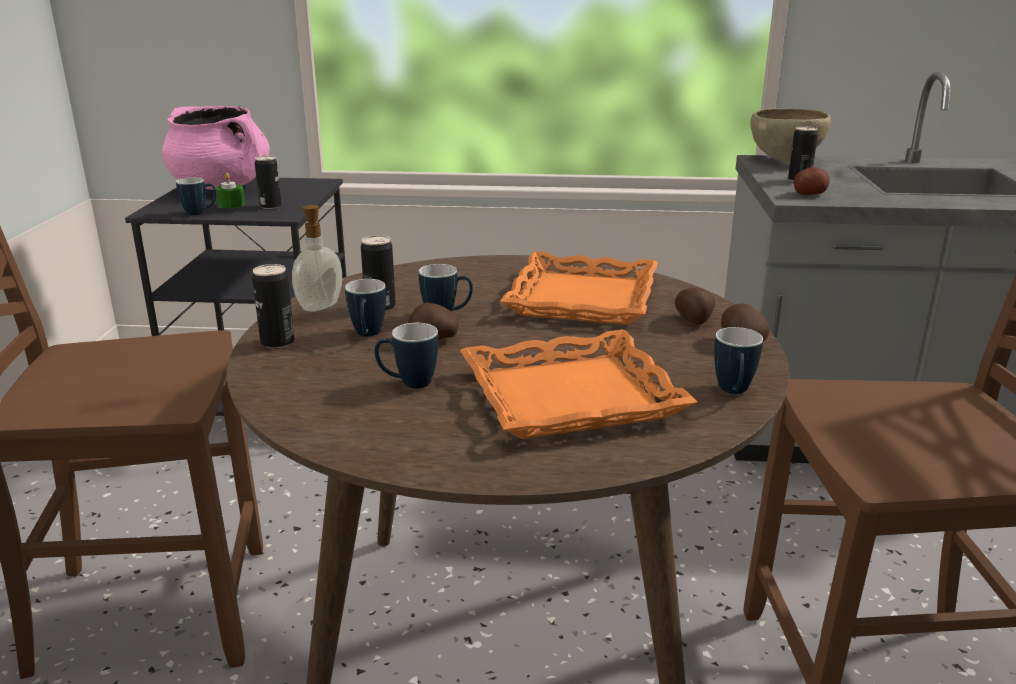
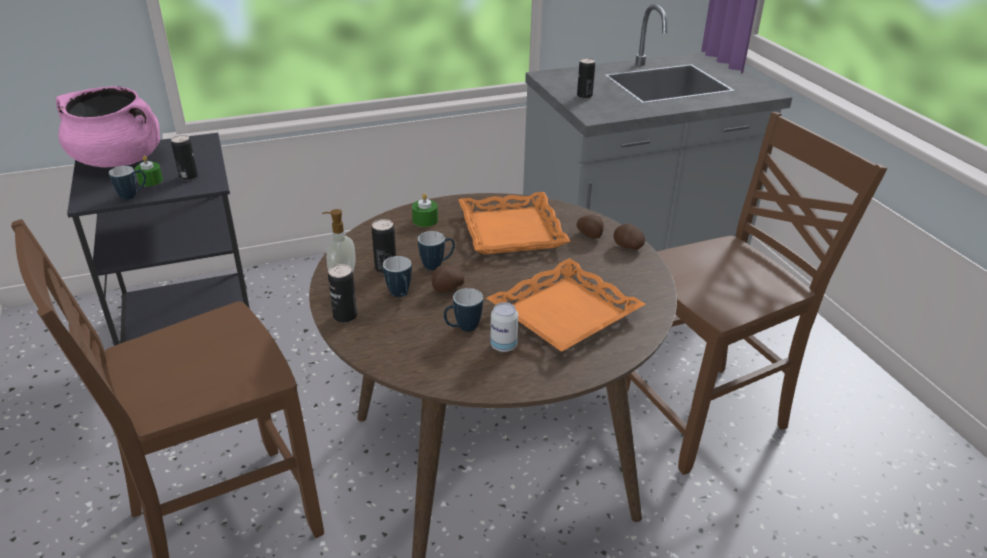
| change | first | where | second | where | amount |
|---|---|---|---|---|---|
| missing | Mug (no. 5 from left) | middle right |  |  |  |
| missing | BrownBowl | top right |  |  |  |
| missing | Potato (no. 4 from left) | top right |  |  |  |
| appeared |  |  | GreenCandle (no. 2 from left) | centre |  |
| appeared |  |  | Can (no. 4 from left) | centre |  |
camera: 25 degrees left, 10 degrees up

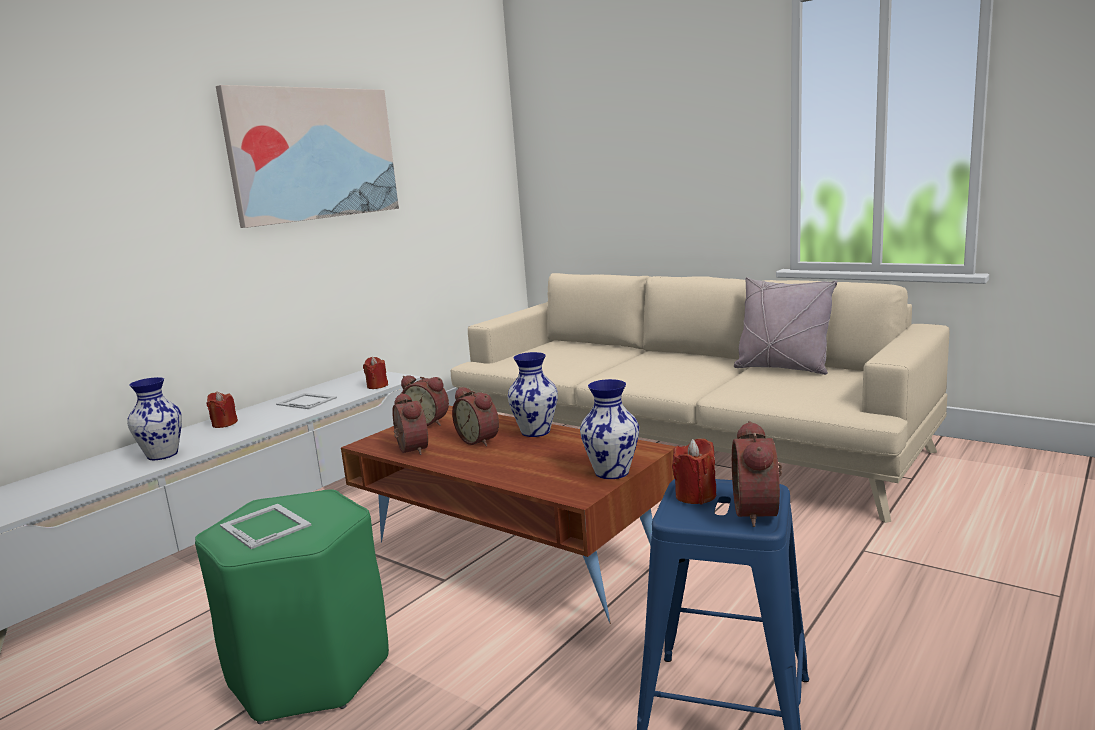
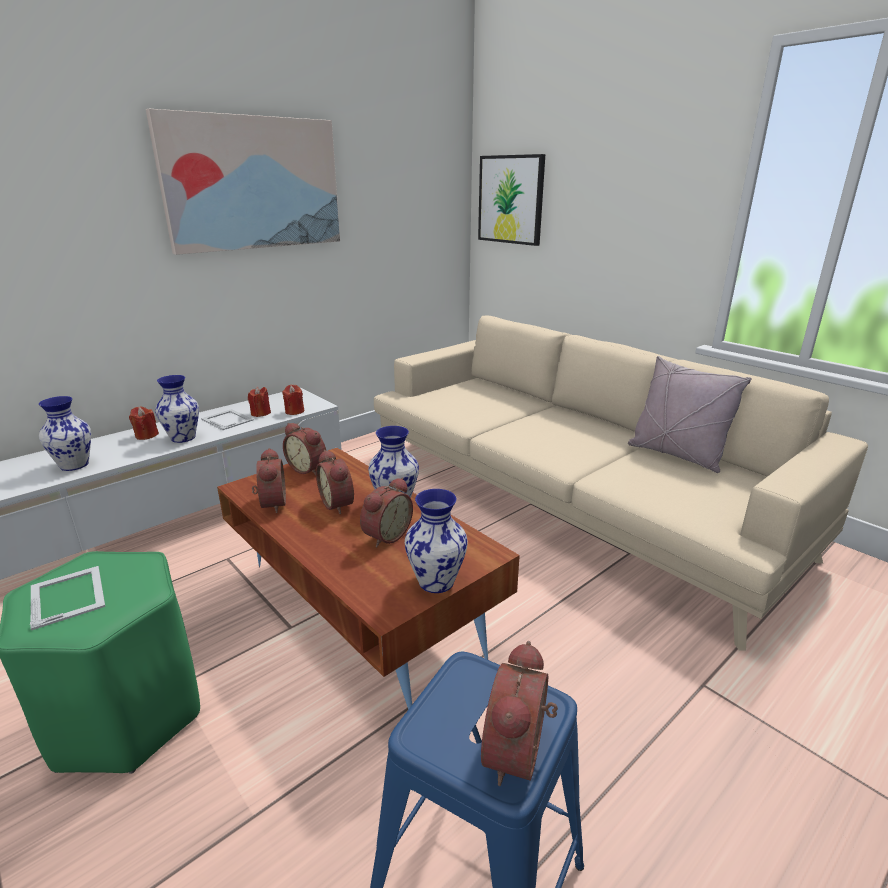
| change | first | where | second | where | amount |
|---|---|---|---|---|---|
| appeared |  |  | Vase (no. 2 from left) | middle left |  |
| appeared |  |  | AlarmClock (no. 4 from left) | centre |  |
| appeared |  |  | Picture (no. 2 from left) | top centre |  |
| relocated | RedCandle (no. 3 from left in the first image) | centre | RedCandle (no. 2 from left) | middle left |  |
camera: 10 degrees right, 10 degrees up

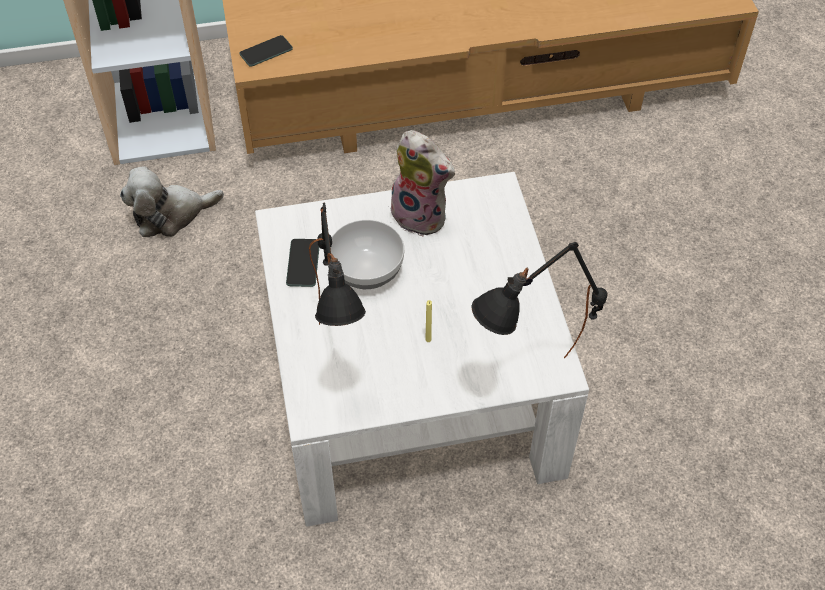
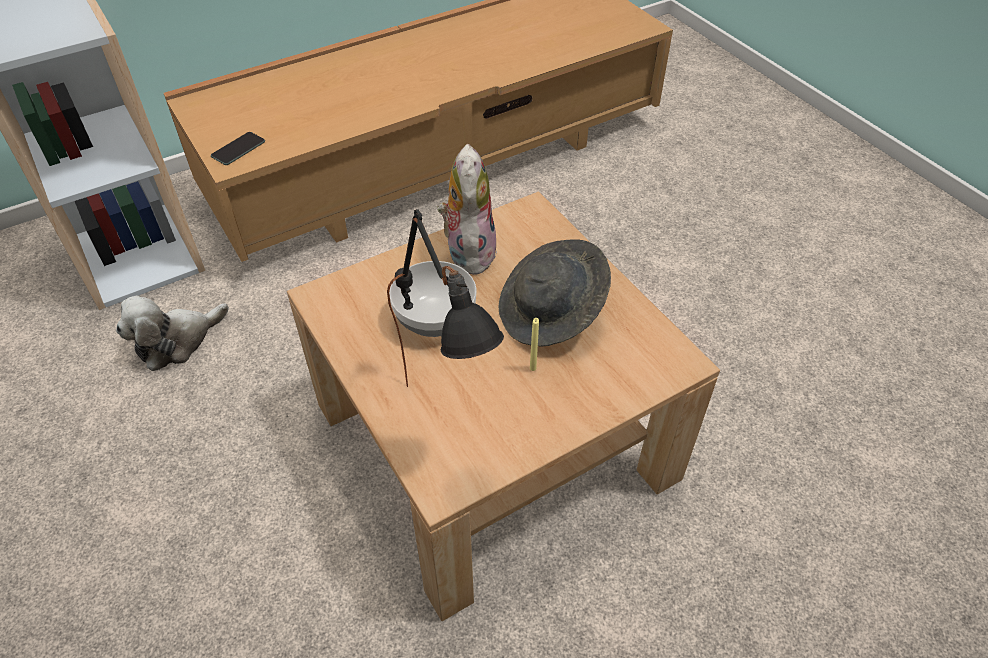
| change | first | where | second | where | amount |
|---|---|---|---|---|---|
| missing | Phone (no. 2 from left) | centre |  |  |  |
| missing | BlackTableLamp (no. 2 from left) | centre |  |  |  |
| appeared |  |  | GreyHat | centre |  |
| colour | WhiteCoffeeTable | centre | BrownCoffeeTable | centre |  |
| spun | PlushToy (no. 2 from left) | top centre |  | top centre | 105 degrees counterclockwise |
camera: 20 degrees left, 5 degrees down

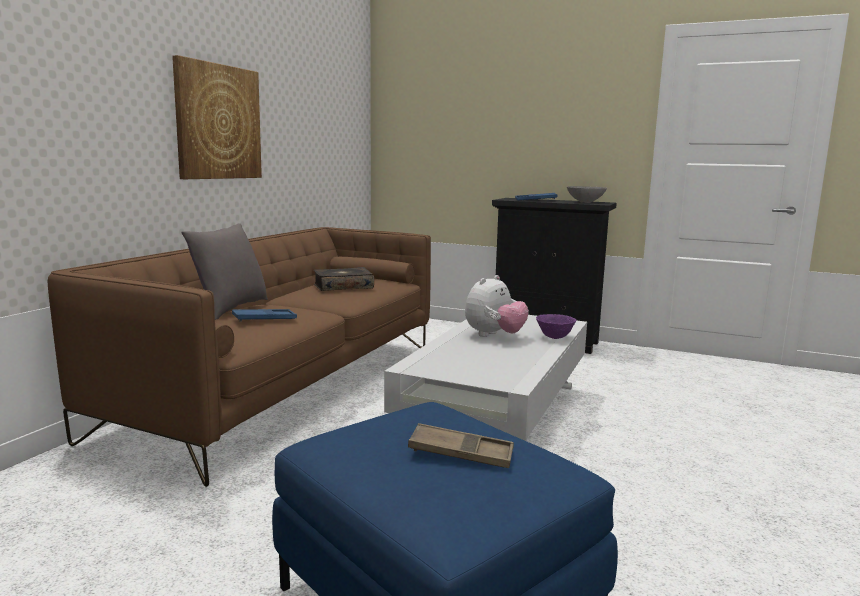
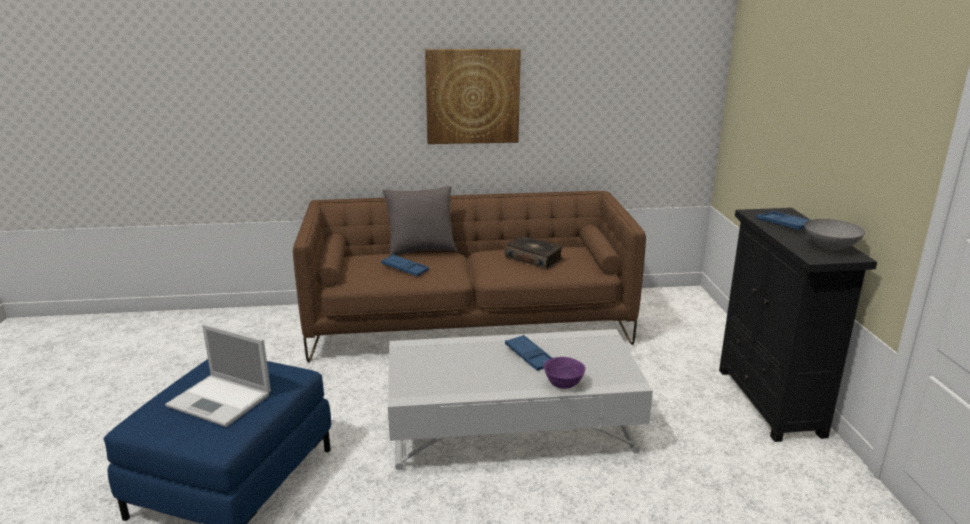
| change | first | where | second | where | amount |
|---|---|---|---|---|---|
| exchanged | BrownTray | bottom centre | Laptop | bottom left |  |
| exchanged | PlushToy | centre | BlueTray (no. 2 from left) | bottom centre |  |
camera: 60 degrees right, 10 degrees up

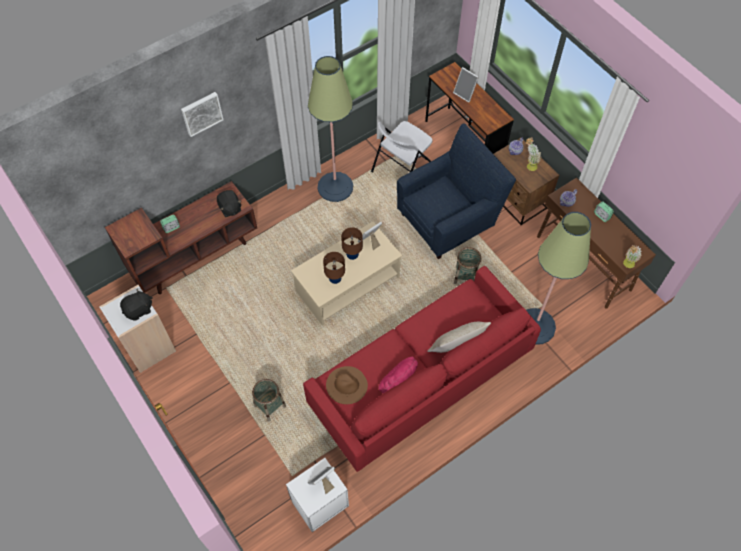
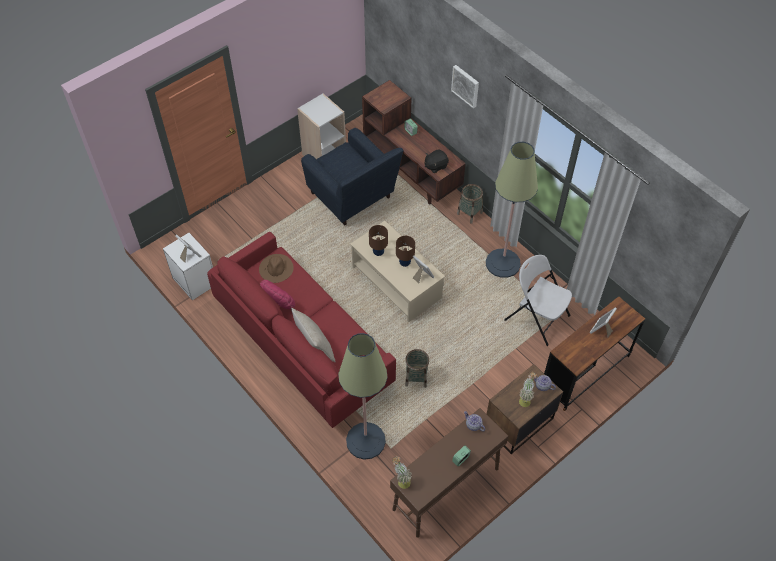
| change | first | where | second | where | amount |
|---|---|---|---|---|---|
| missing | BlackPlushToy (no. 1 from left) | middle left |  |  |  |
| relocated | Basket (no. 1 from left in the first image) | bottom centre | Basket (no. 2 from left) | centre |  |
| relocated | BlueArmchair | centre |  | top centre |  |
camera: 85 degrees right, 5 degrees down

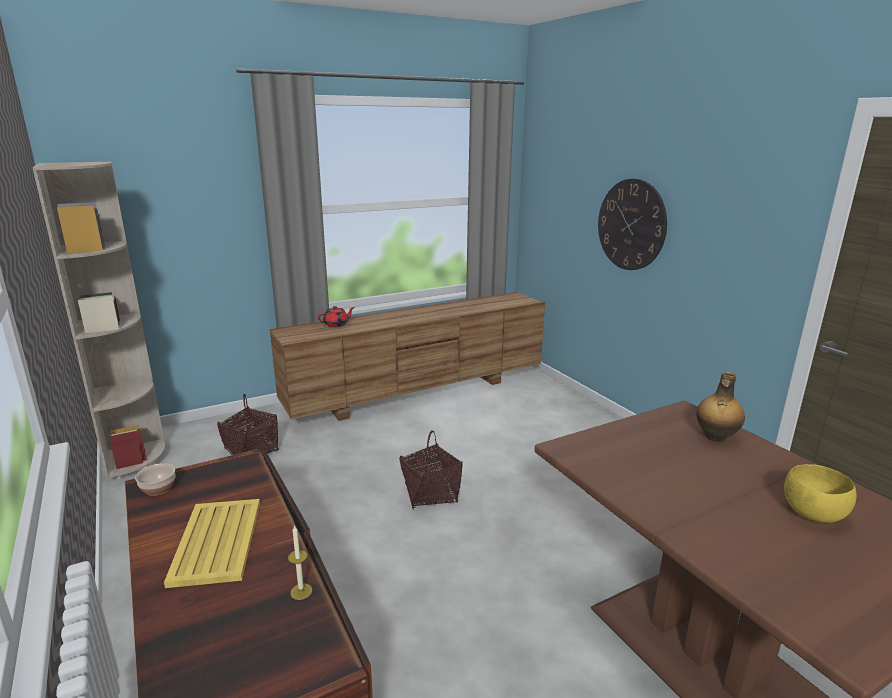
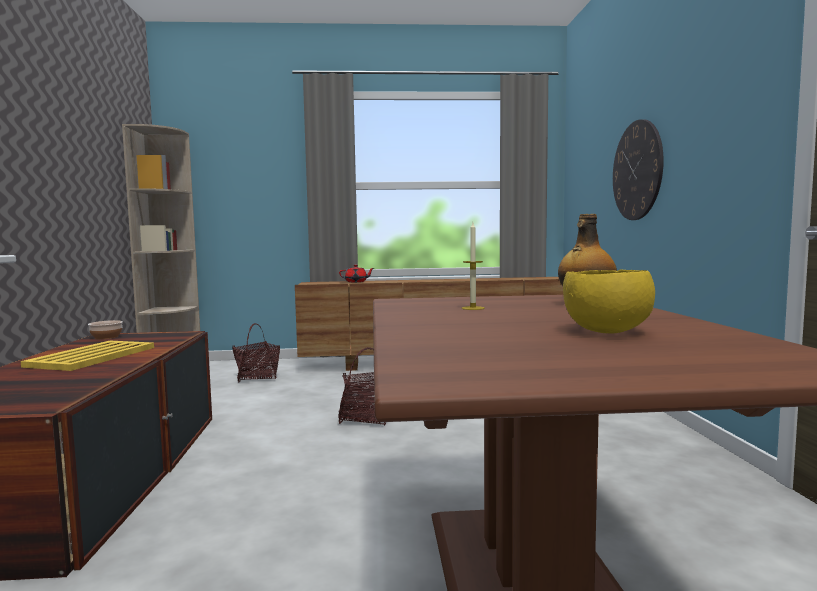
| change | first | where | second | where | amount |
|---|---|---|---|---|---|
| relocated | Candle | bottom centre |  | centre |  |
camera: 25 degrees right, 15 degrees down

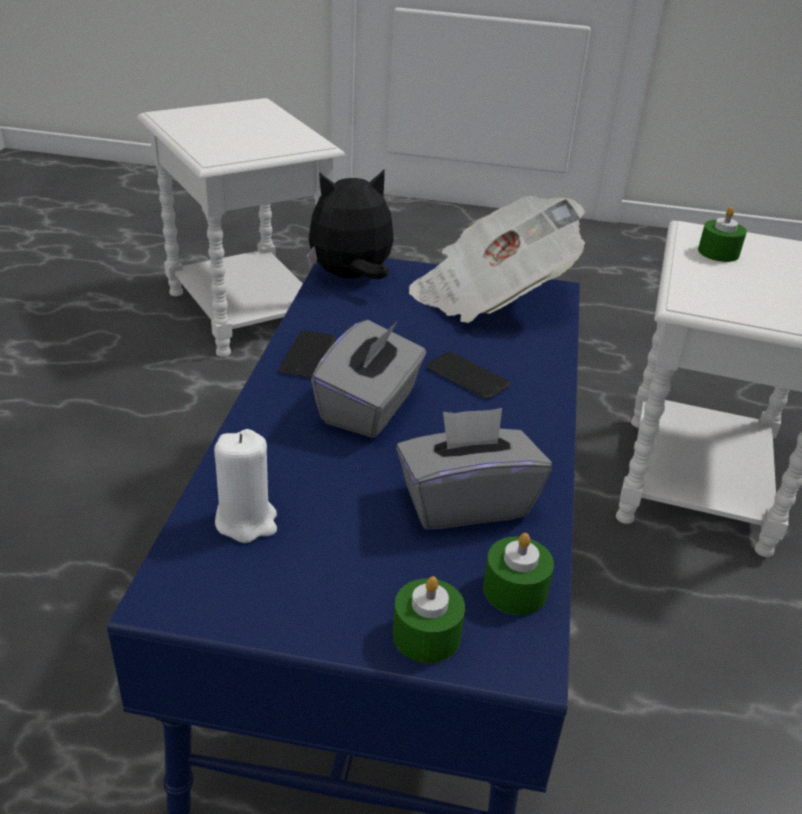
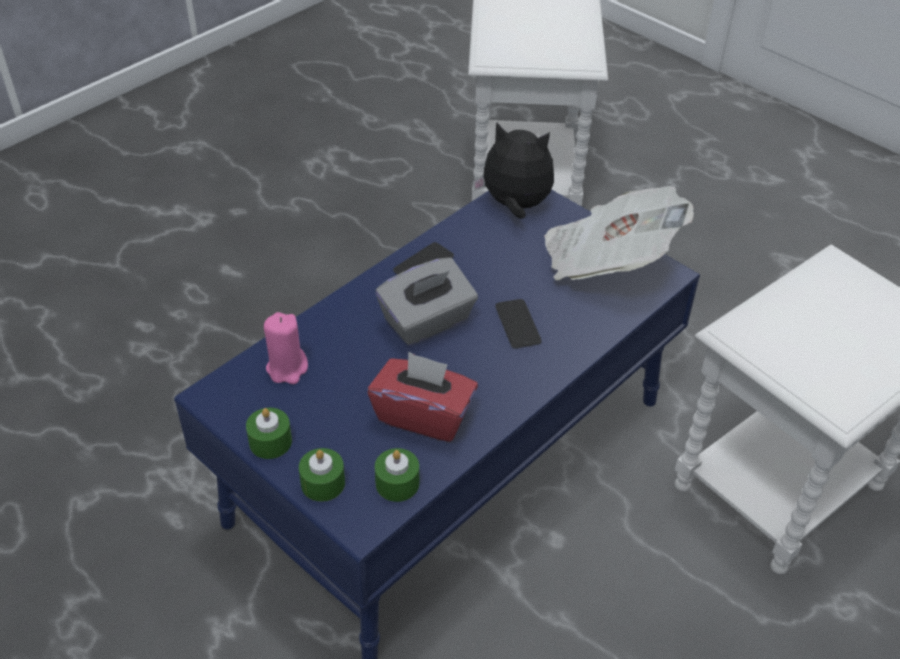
| change | first | where | second | where | amount |
|---|---|---|---|---|---|
| relocated | GreenCandle (no. 3 from left in the first image) | top right | GreenCandle (no. 1 from left) | middle left |  |
| colour | WhiteCandle | middle left | PinkCandle | middle left |  |
| colour | GreyTissueBox (no. 2 from left) | centre | RedTissueBox | centre |  |
camera: 35 degrees right, 10 degrees up

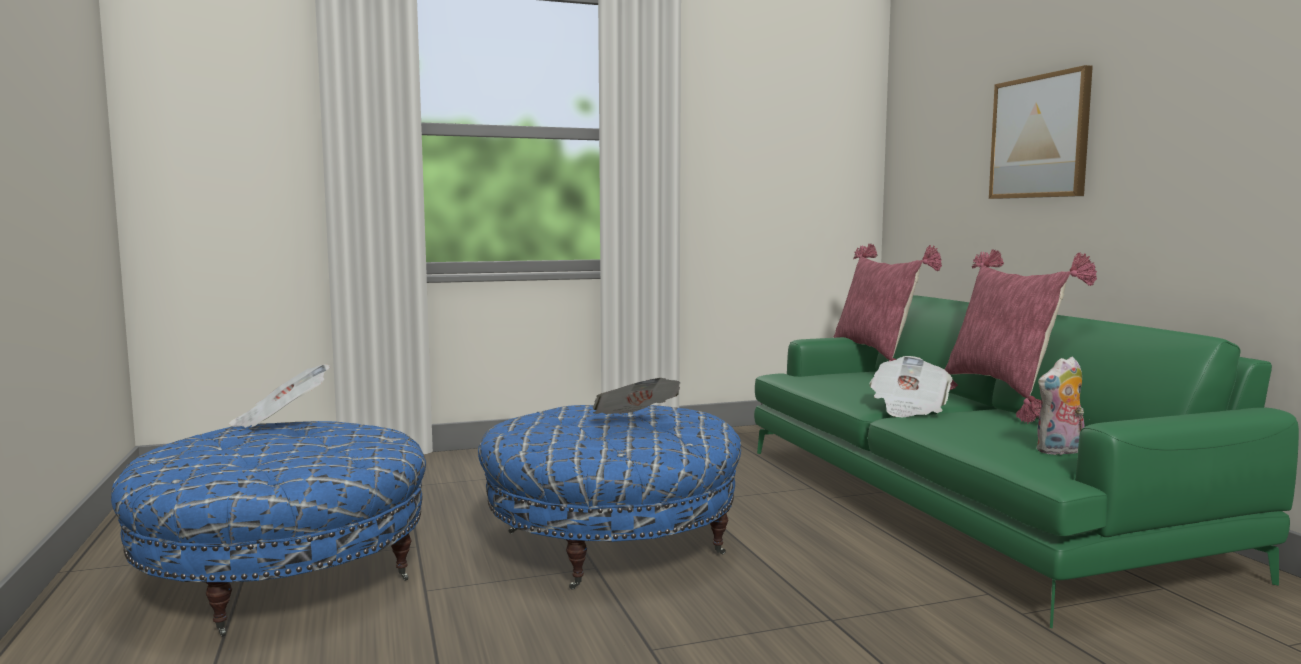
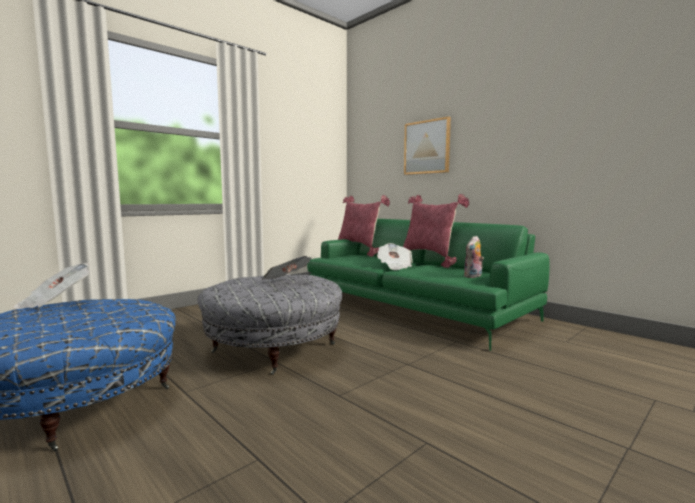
| change | first | where | second | where | amount |
|---|---|---|---|---|---|
| colour | BlueOttoman (no. 2 from left) | bottom centre | GreyOttoman | centre |  |
camera: 25 degrees left, 0 degrees up

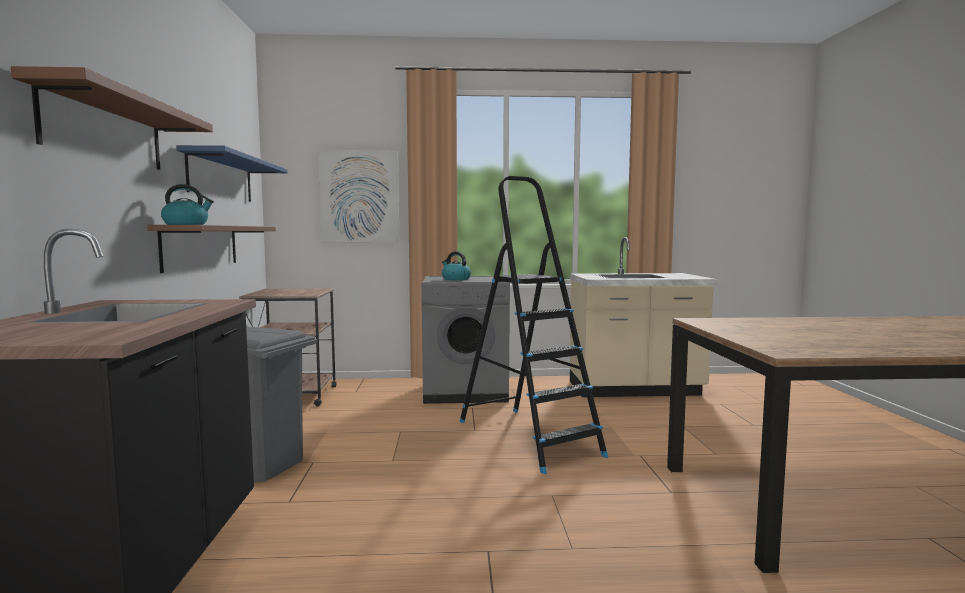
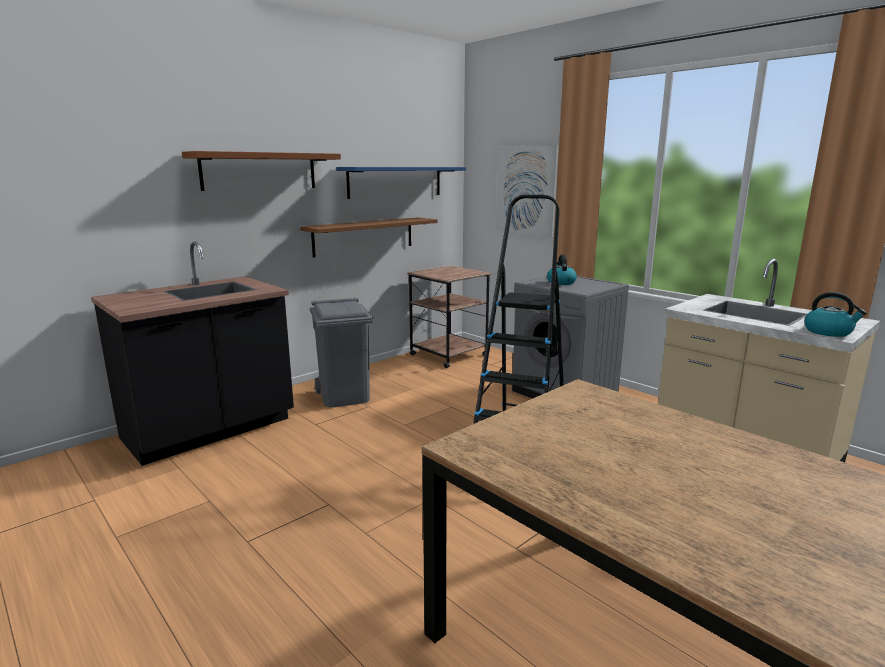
| change | first | where | second | where | amount |
|---|---|---|---|---|---|
| relocated | Kettle (no. 1 from left in the first image) | middle left | Kettle (no. 2 from left) | middle right |  |
camera: 50 degrees right, 10 degrees up

